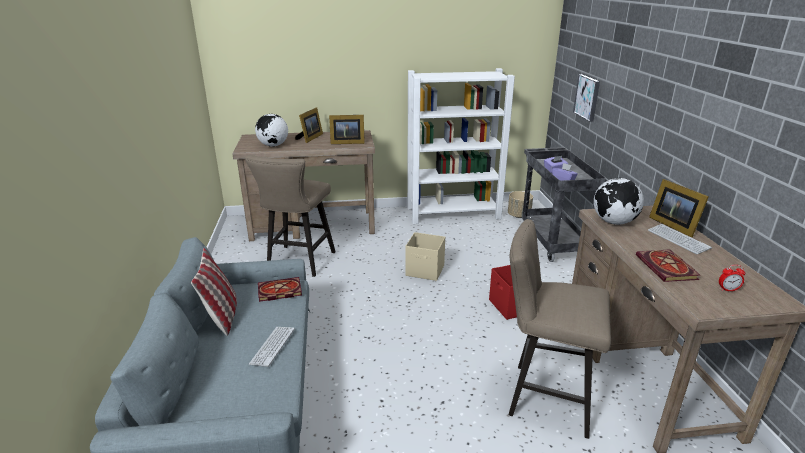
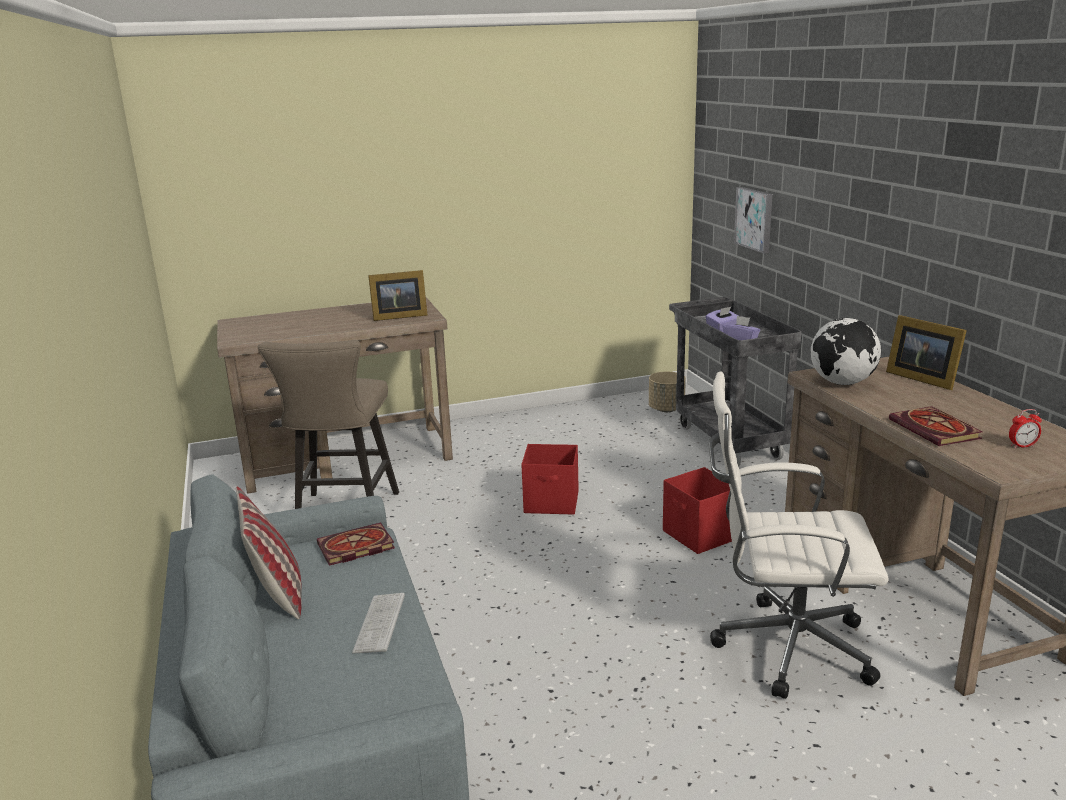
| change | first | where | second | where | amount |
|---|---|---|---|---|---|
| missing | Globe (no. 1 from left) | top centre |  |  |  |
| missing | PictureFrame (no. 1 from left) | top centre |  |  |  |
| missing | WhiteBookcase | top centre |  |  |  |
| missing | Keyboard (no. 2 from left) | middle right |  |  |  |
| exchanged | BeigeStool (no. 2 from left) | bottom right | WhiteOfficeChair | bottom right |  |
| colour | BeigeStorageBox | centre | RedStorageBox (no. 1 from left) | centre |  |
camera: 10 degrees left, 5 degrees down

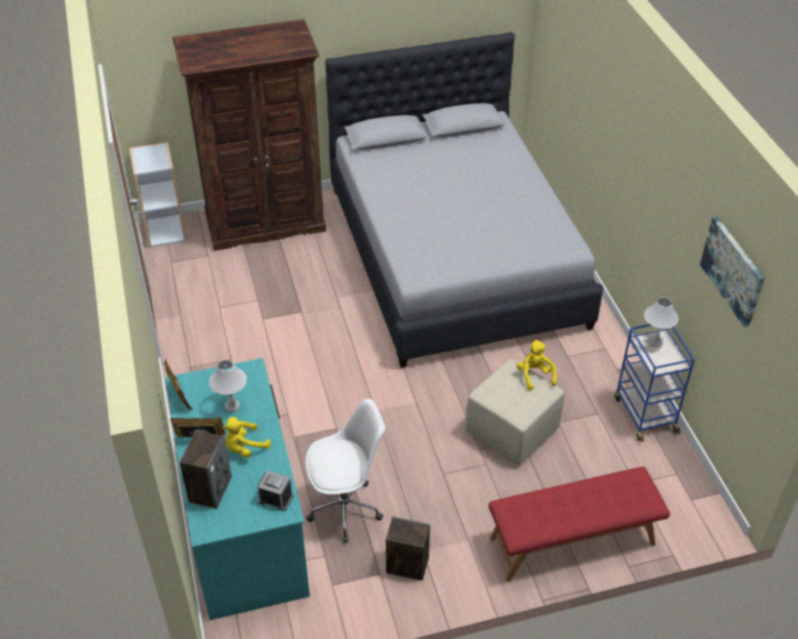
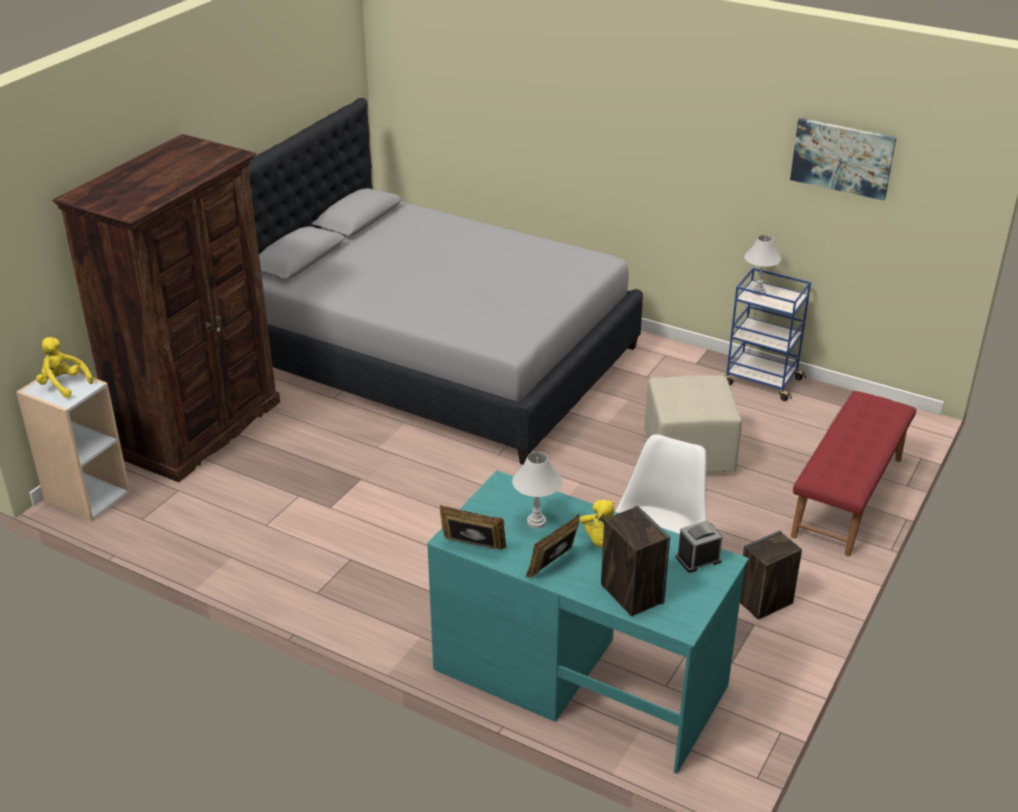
| change | first | where | second | where | amount |
|---|---|---|---|---|---|
| relocated | YellowPlushToy (no. 2 from left in the first image) | middle right | YellowPlushToy (no. 1 from left) | middle left |  |
camera: 45 degrees left, 10 degrees down

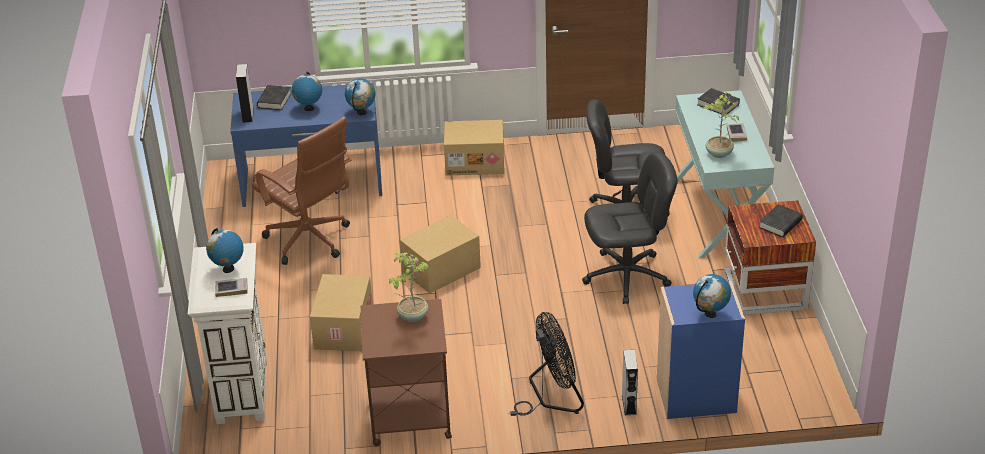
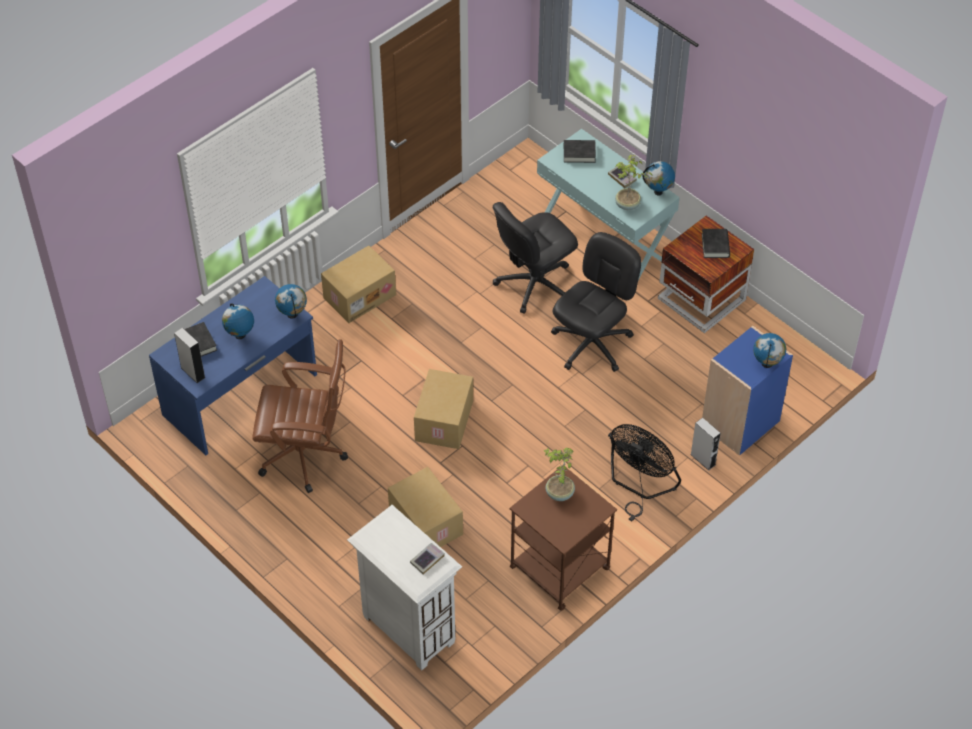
| change | first | where | second | where | amount |
|---|---|---|---|---|---|
| relocated | Globe (no. 1 from left in the first image) | middle left | Globe (no. 3 from left) | top right |  |
camera: 40 degrees left, 15 degrees up

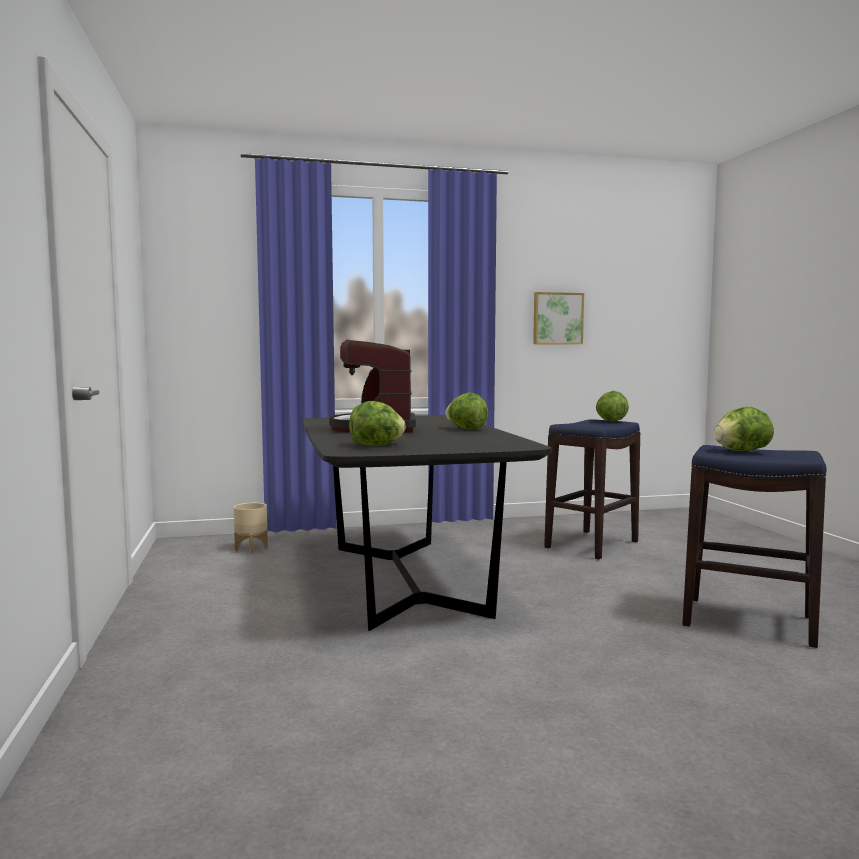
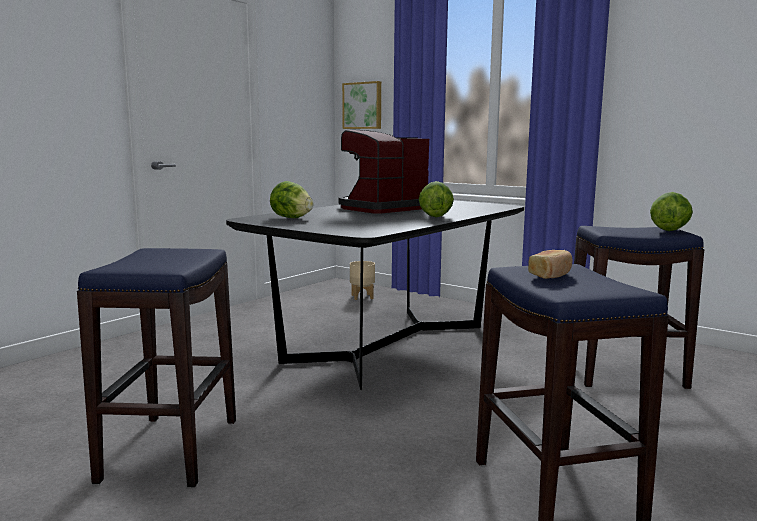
| change | first | where | second | where | amount |
|---|---|---|---|---|---|
| appeared |  |  | Stool (no. 1 from left) | bottom left |  |
| relocated | Picture | centre |  | top centre |  |
| exchanged | Lettuce (no. 4 from left) | middle right | Bread | middle right |  |
camera: 50 degrees right, 5 degrees up

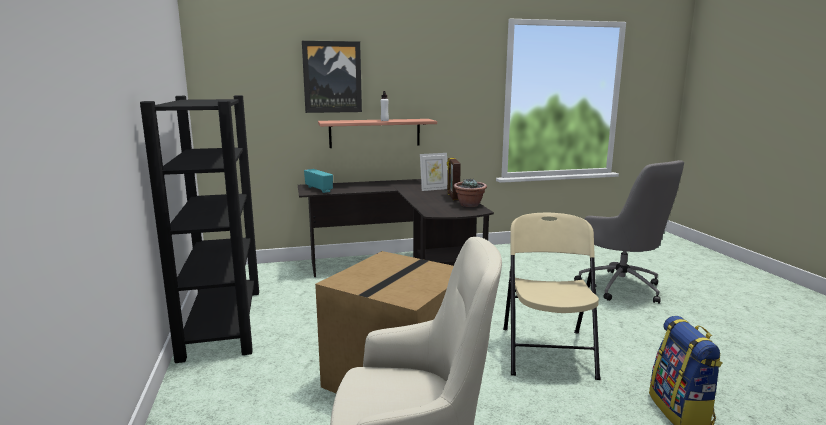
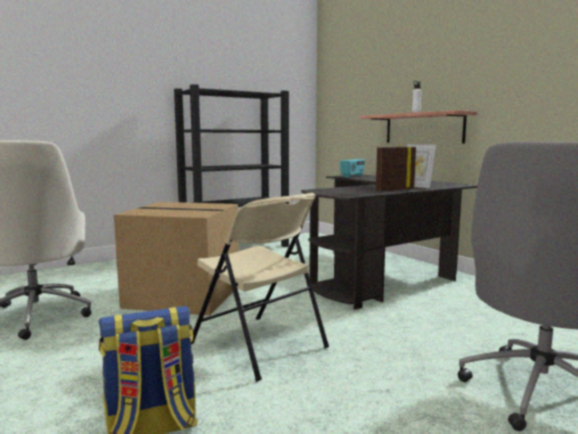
| change | first | where | second | where | amount |
|---|---|---|---|---|---|
| missing | Picture | top centre |  |  |  |
| missing | PottedPlant | centre |  |  |  |
| spun | BeigeChair | bottom right |  | centre | 60 degrees clockwise |
camera: 70 degrees right, 5 degrees down

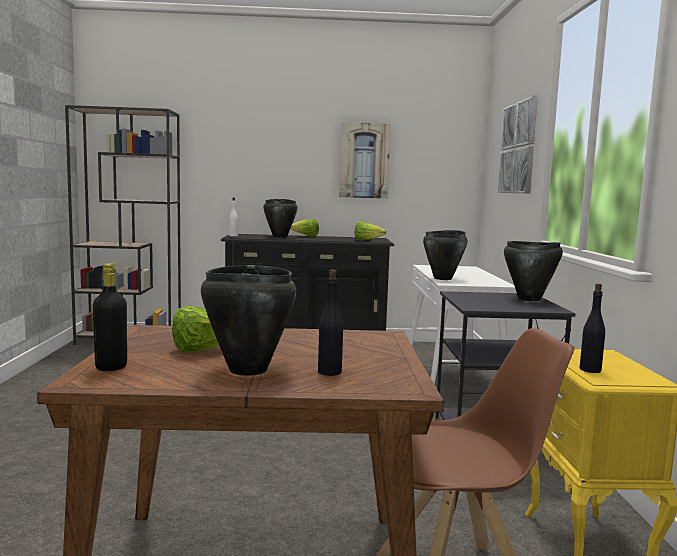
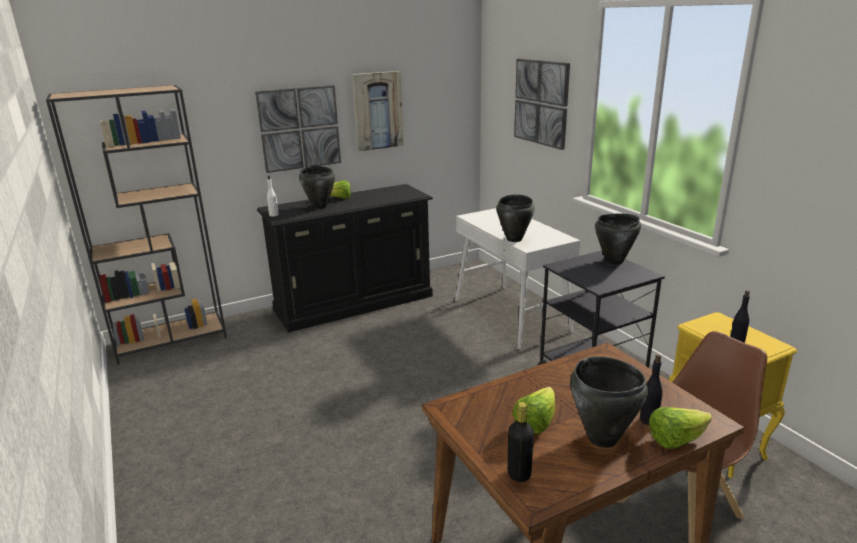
| change | first | where | second | where | amount |
|---|---|---|---|---|---|
| appeared |  |  | Picture (no. 1 from left) | top centre |  |
| relocated | Lettuce (no. 3 from left) | centre |  | bottom right |  |
camera: 25 degrees left, 15 degrees up

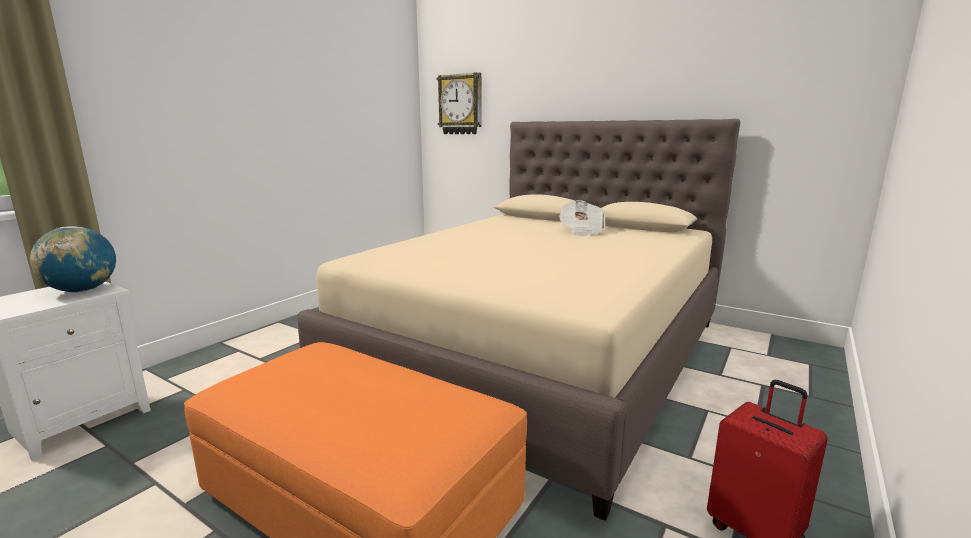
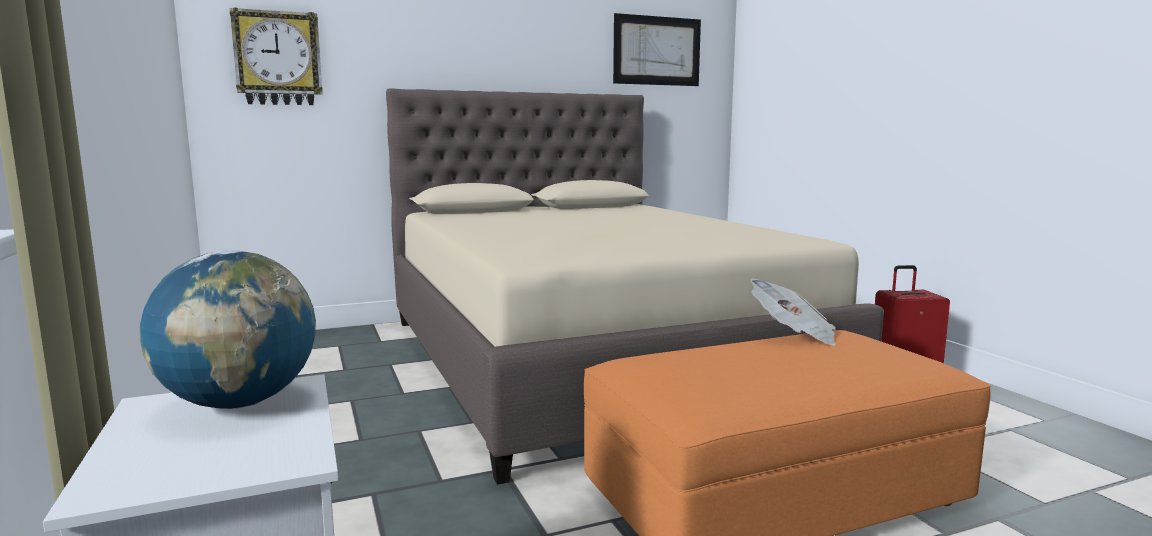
| change | first | where | second | where | amount |
|---|---|---|---|---|---|
| appeared |  |  | Picture | top centre |  |
| relocated | Newspaper | centre |  | middle right |  |
camera: 55 degrees left, 5 degrees down

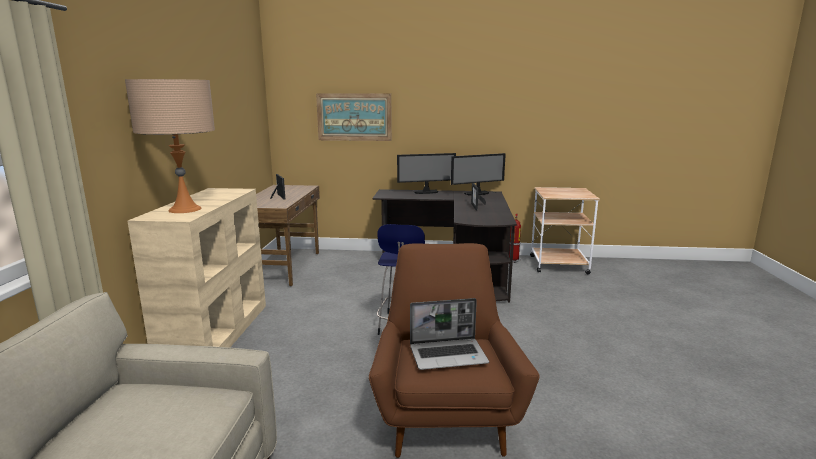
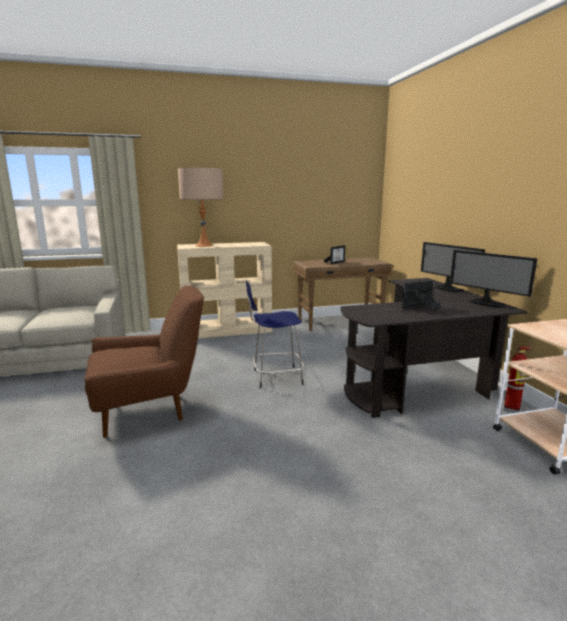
| change | first | where | second | where | amount |
|---|---|---|---|---|---|
| missing | Picture | top centre |  |  |  |
| missing | Laptop | bottom centre |  |  |  |
camera: 70 degrees right, 0 degrees up

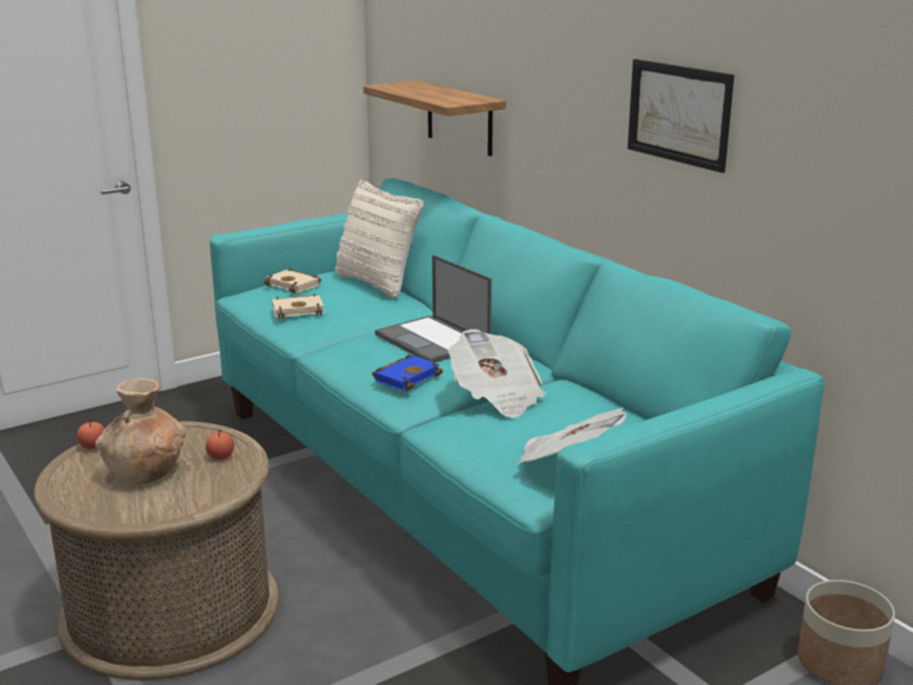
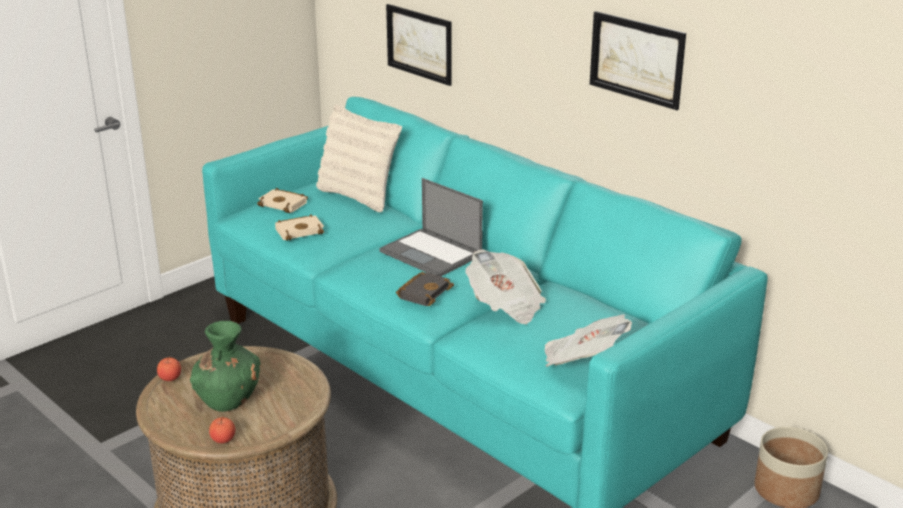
| change | first | where | second | where | amount |
|---|---|---|---|---|---|
| relocated | Apple (no. 2 from left) | middle left |  | bottom left |  |
| exchanged | Shelf | top centre | Picture (no. 1 from left) | top centre |  |
| colour | BrownVase | middle left | GreenVase | bottom left |  |
| colour | BlueBook | centre | BlackBook | centre |  |
camera: 10 degrees left, 5 degrees up

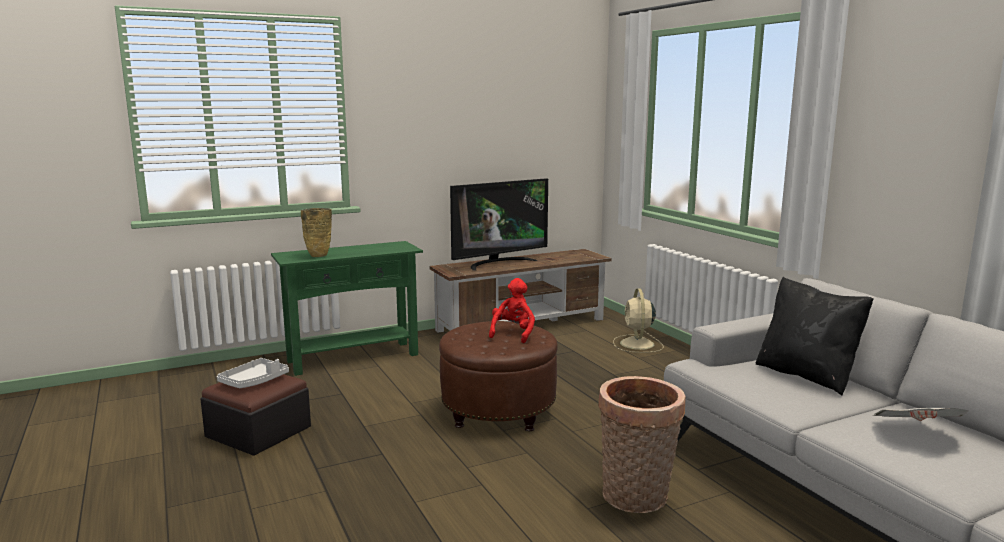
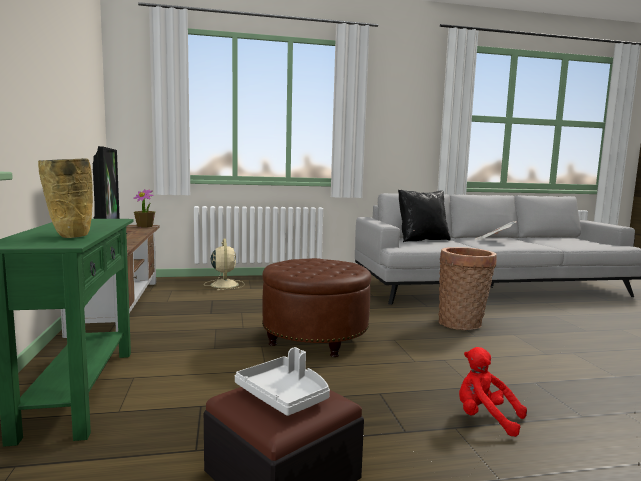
| change | first | where | second | where | amount |
|---|---|---|---|---|---|
| appeared |  |  | PottedPlant | middle left |  |
| relocated | RedPlushToy | centre |  | bottom right |  |
| spun | BeigeFan | centre |  | centre | 120 degrees counterclockwise |
camera: 75 degrees left, 5 degrees down

